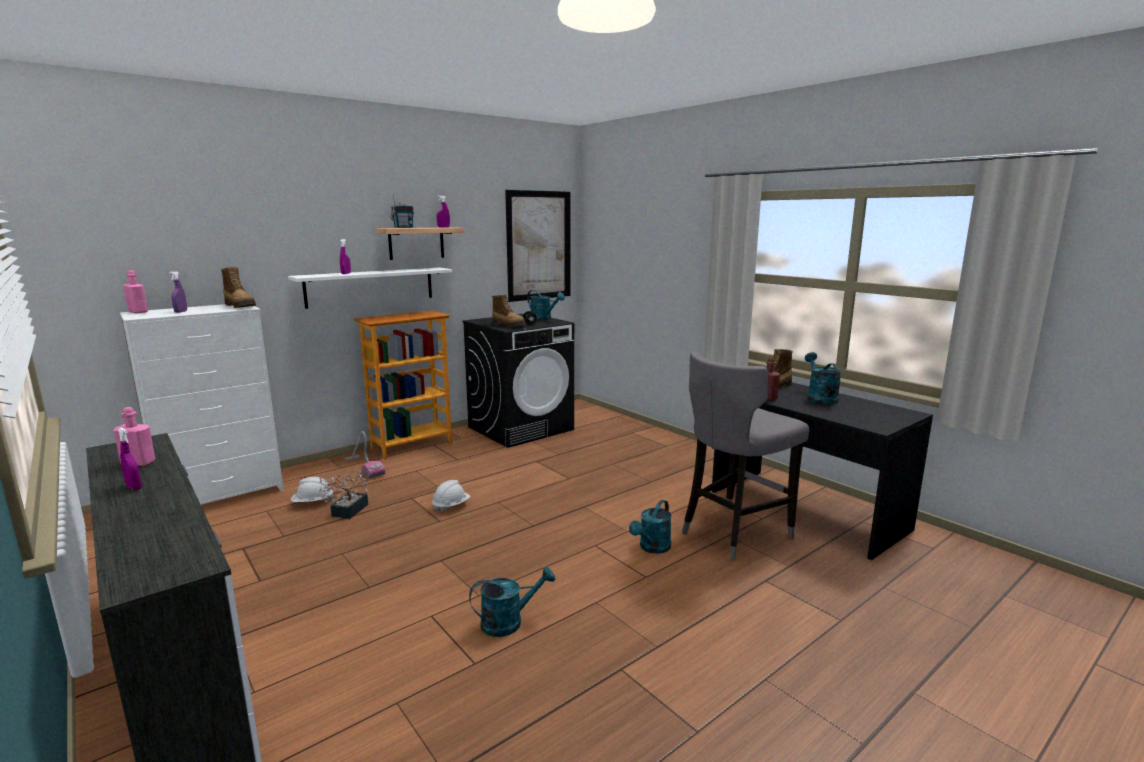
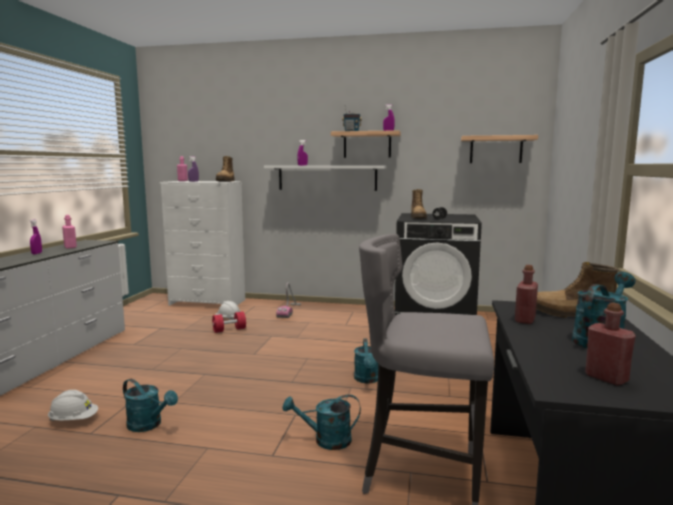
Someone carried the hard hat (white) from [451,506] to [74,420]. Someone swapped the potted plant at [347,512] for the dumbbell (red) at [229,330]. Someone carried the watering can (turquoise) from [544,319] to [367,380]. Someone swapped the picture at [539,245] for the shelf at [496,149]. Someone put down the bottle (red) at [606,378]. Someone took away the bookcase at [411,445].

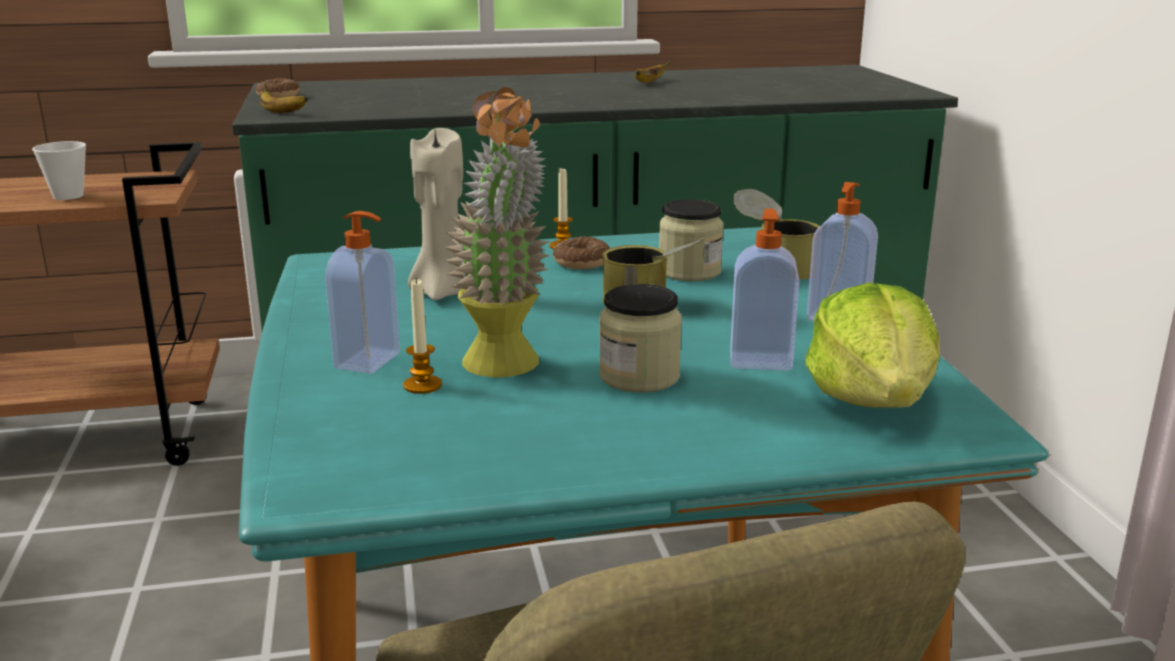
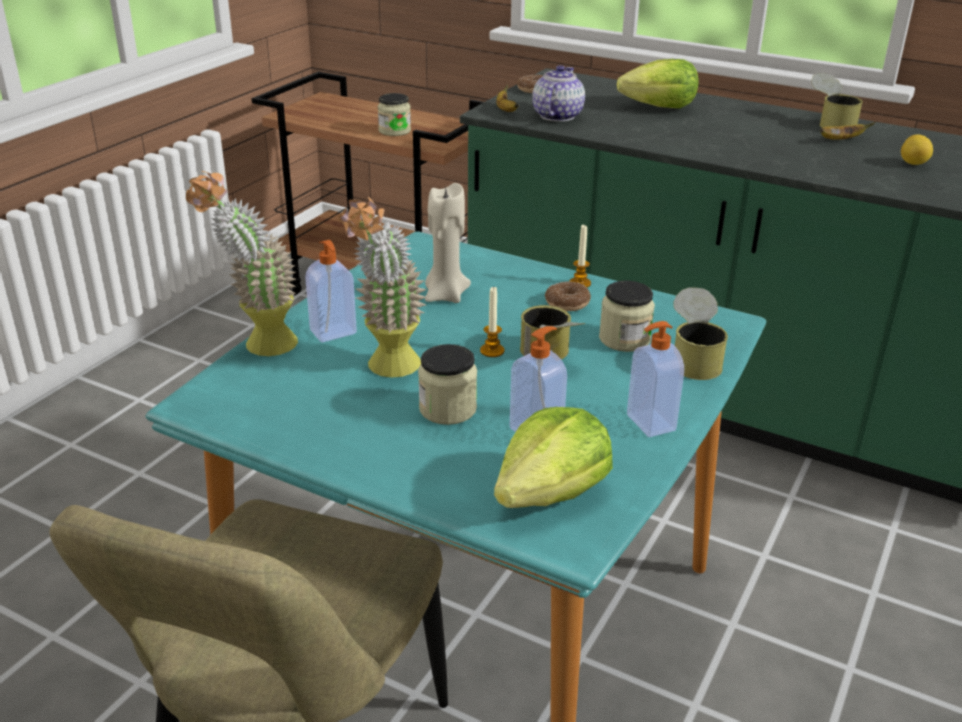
Someone put down the potted plant at [258,346]. Someone swapped the cup at [68,196] for the jar at [394,131]. Someone carried the candle from [422,385] to [492,351]. Someone put down the teapot at [556,116]. Someone put down the lettuce at [659,107]. Someone put down the can at [830,123]. Someone put down the lemon at [913,164].

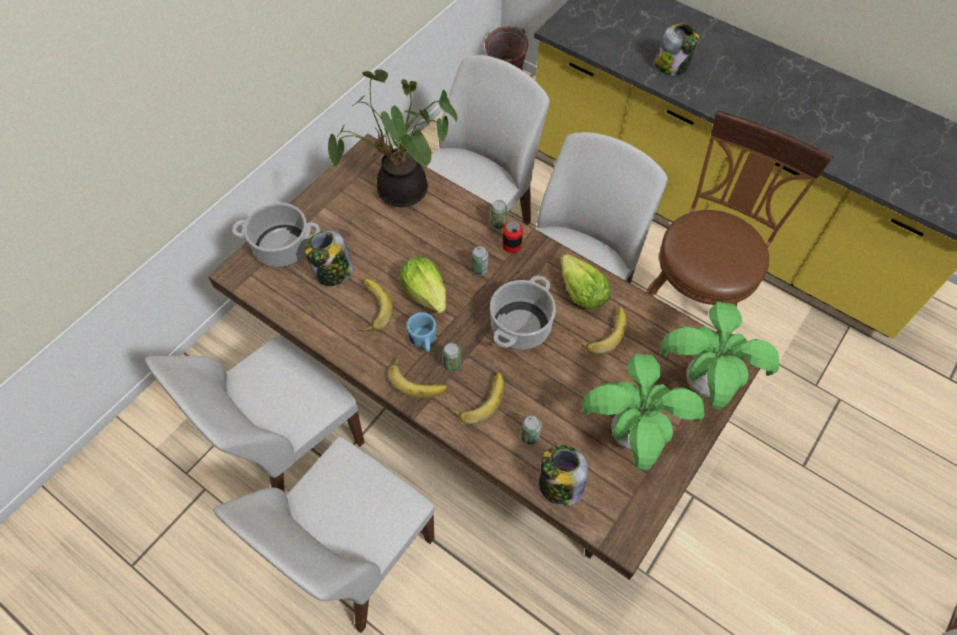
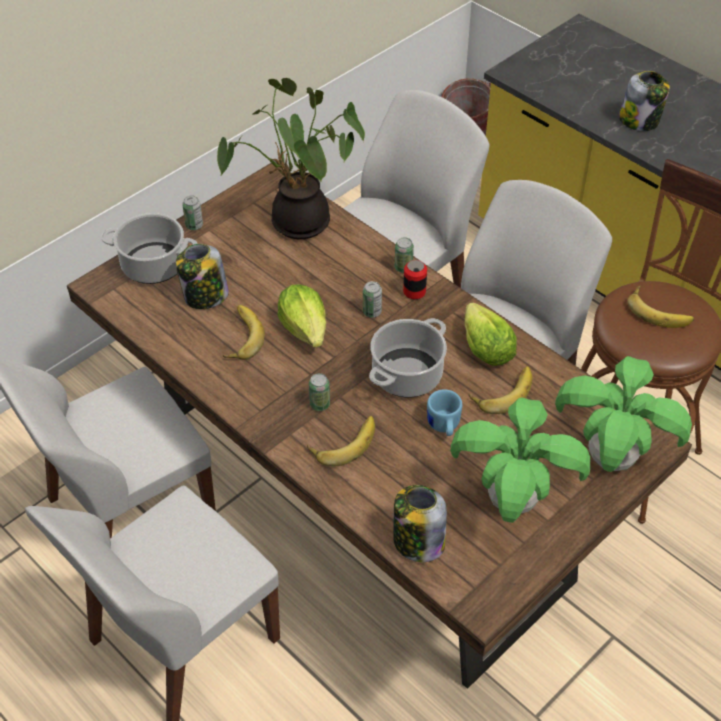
Someone carried the can from [529,437] to [194,225]. Someone carried the mug (blue) from [423,342] to [443,427]. Someone carried the banana from [418,379] to [659,310].

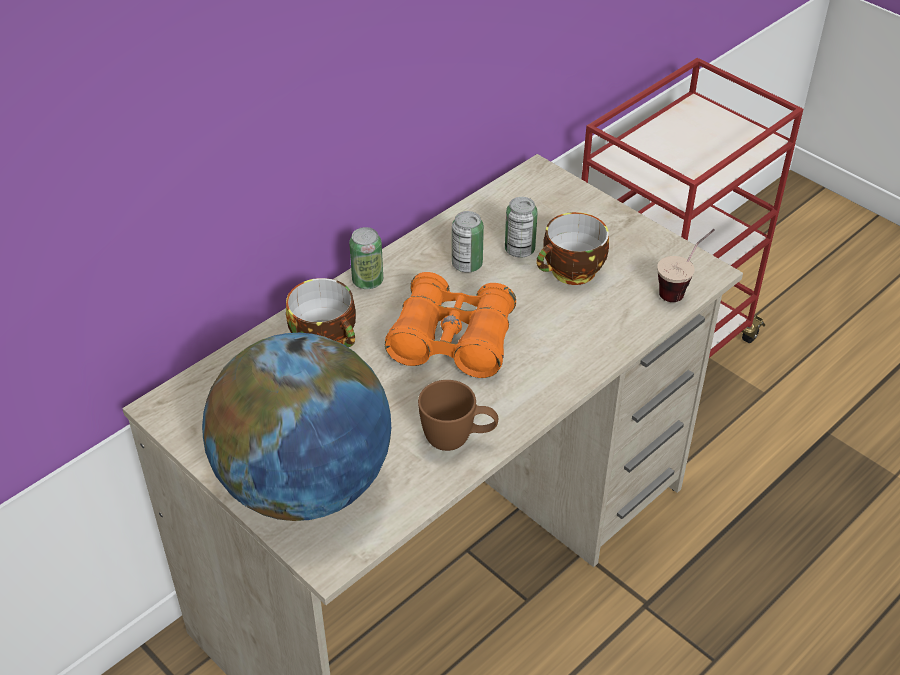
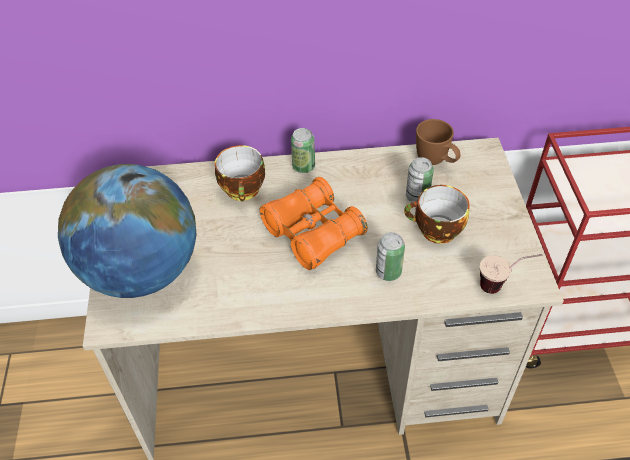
Someone carried the can from [467,264] to [388,272]. Someone carried the mug (brown) from [458,440] to [436,162].

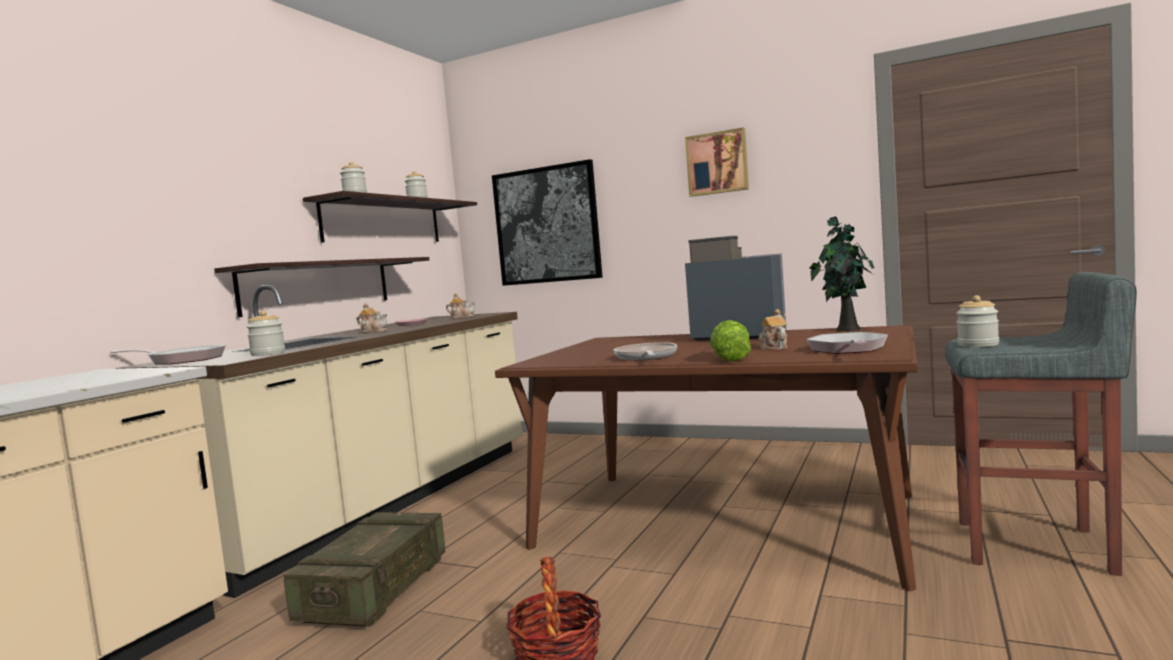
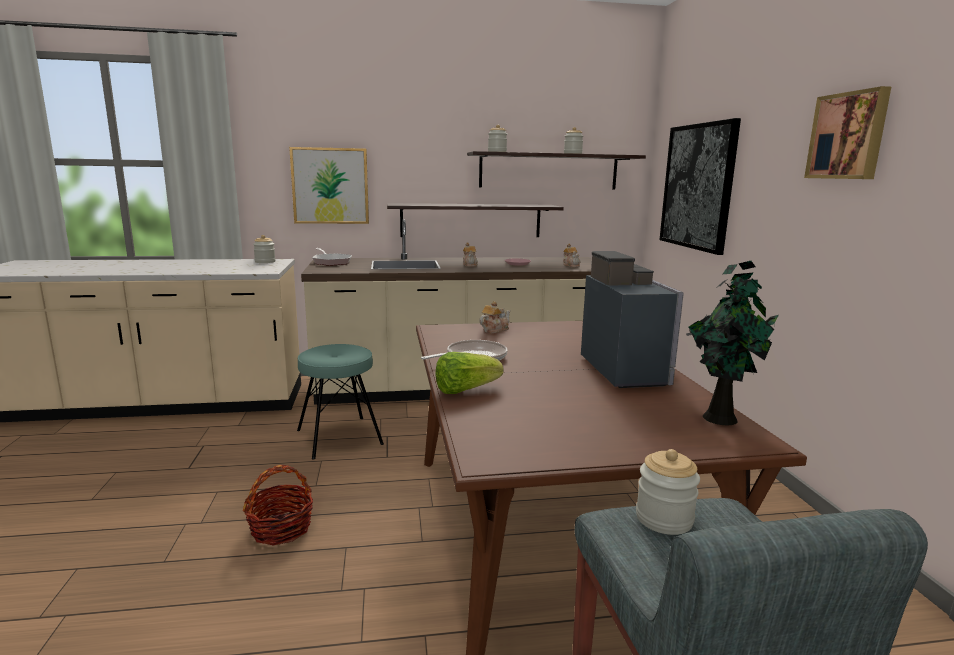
Someone carried the jar from [268,354] to [265,262]. Someone put up the picture at [330,186]. Someone swapped the crate at [375,590] for the stool (turquoise) at [339,437]. Someone carried the teapot from [773,347] to [494,330]. Someone took away the frying pan at [848,350].

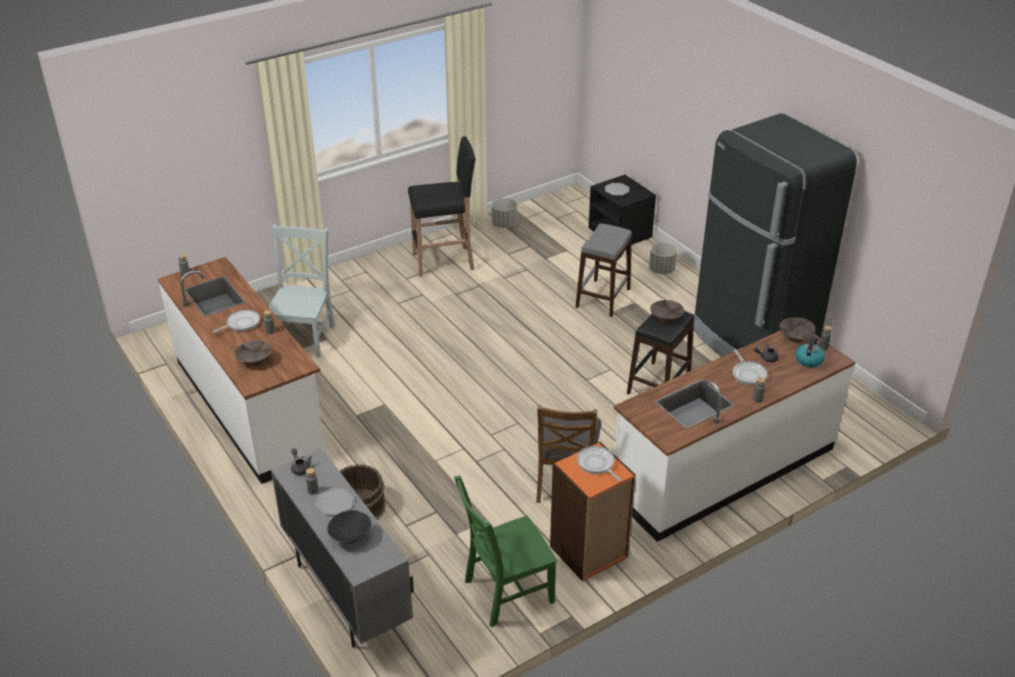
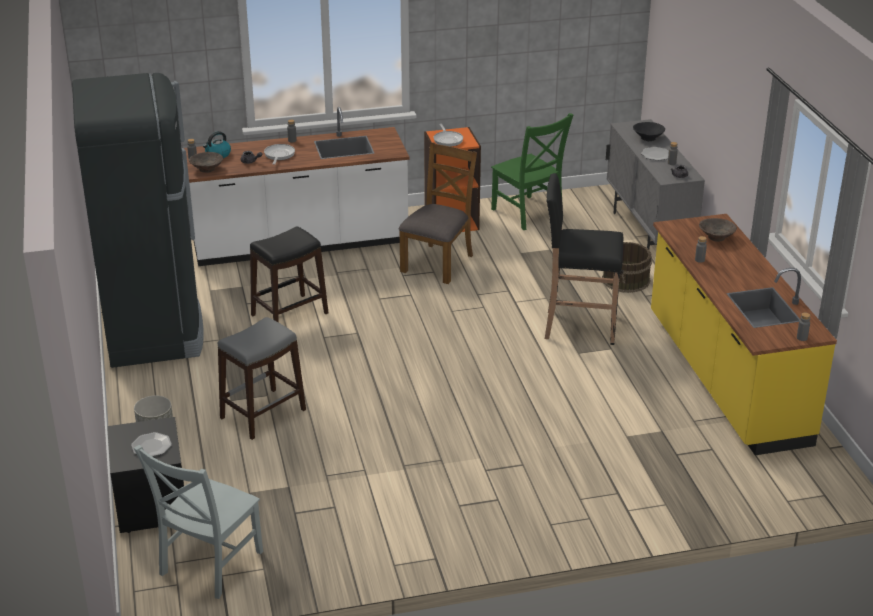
Someone carried the chair (grey) from [305,337] to [208,565]. Someone rotated the chair (green) at [505,592] by 60 degrees clockwise. Someone carried the stool (black) from [444,261] to [578,327]. Someone repainted the counter (white) at [249,407], which became the counter (yellow) at [725,379]. Someone took away the frying pan at [241,323]. Someone took away the planter (grey) at [504,224]. Someone took away the bowl (brown) at [666,318].

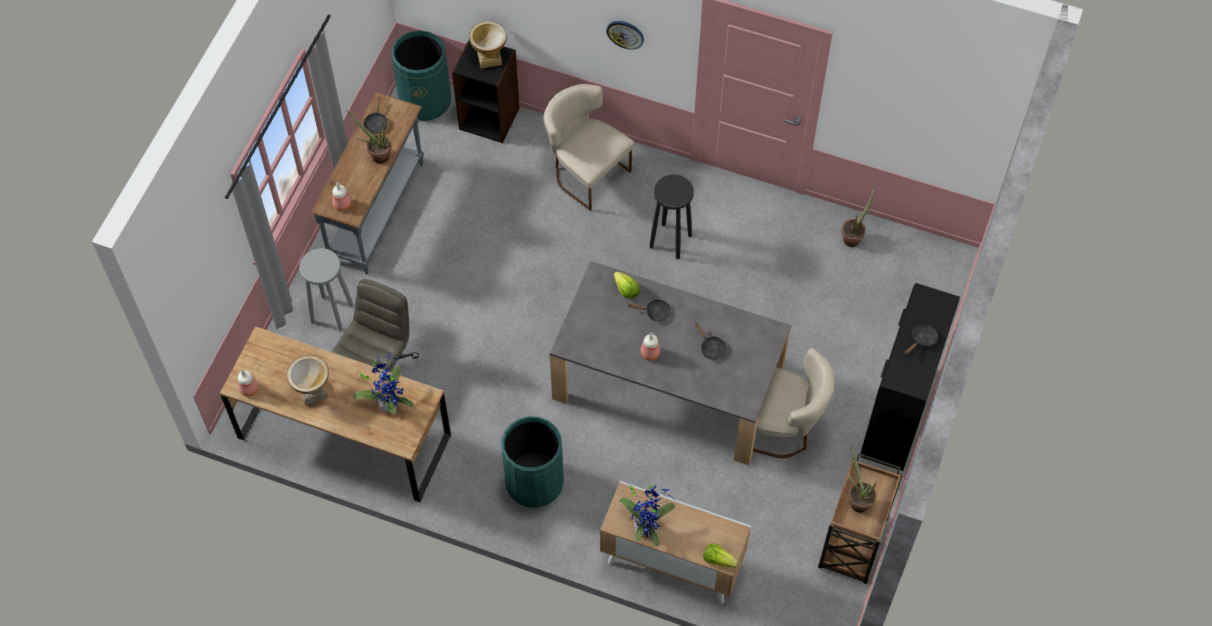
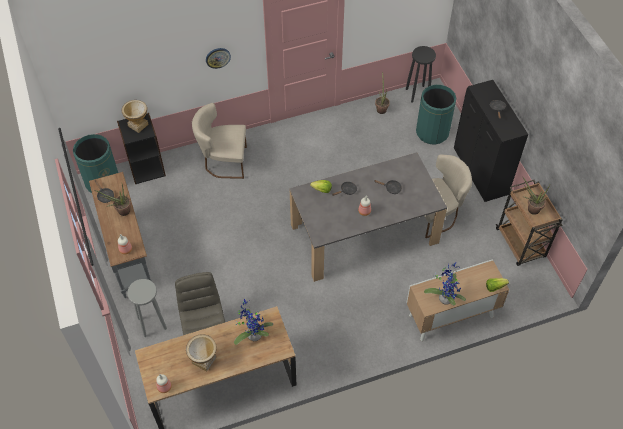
Someone carried the stool (black) from [671,241] to [418,93]. Someone carried the trash can (green) from [534,482] to [432,132].

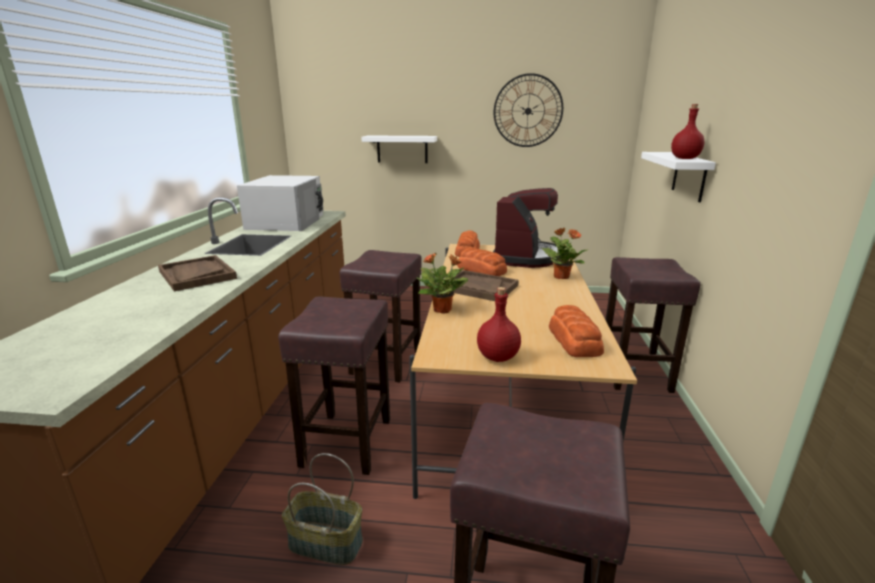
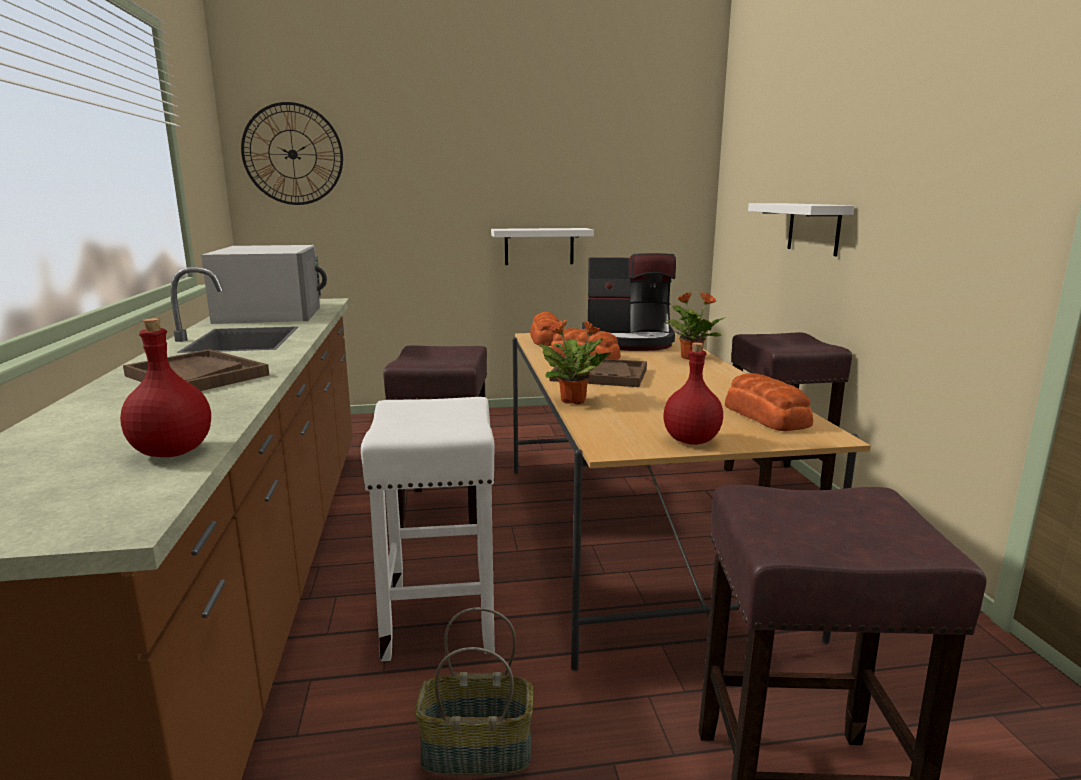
Someone carried the bottle (red) from [685,158] to [174,451]. Someone carried the wall clock from [528,111] to [292,154]. Someone repainted the stool (brown) at [347,441], which became the stool (white) at [439,615]. Someone carried the shelf (white) from [402,149] to [539,246]. Someone rotated the coffee machine at [525,257] by 90 degrees clockwise.

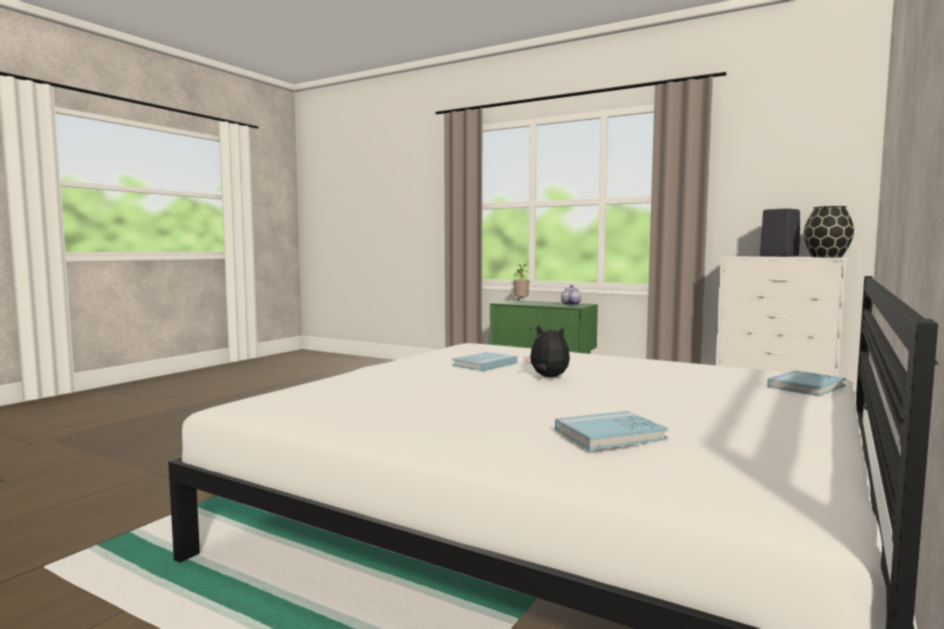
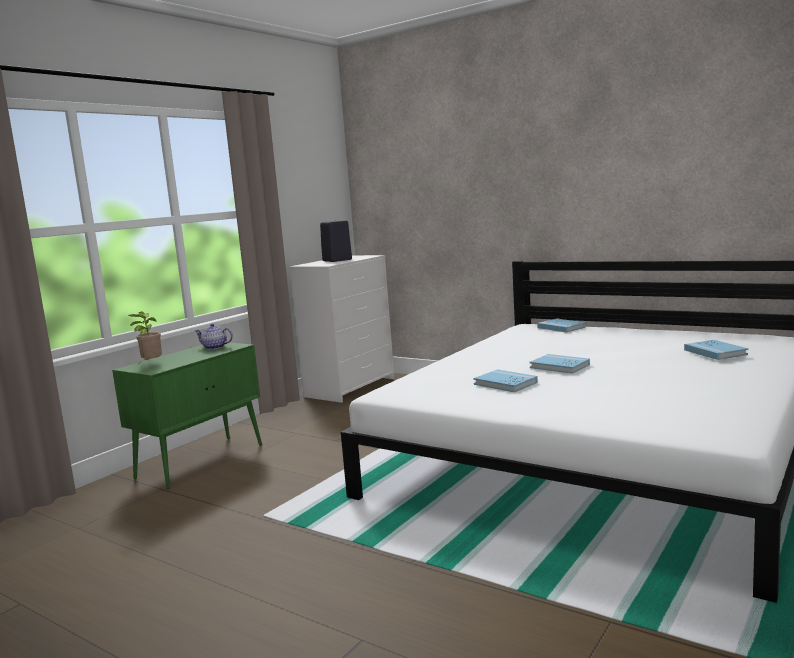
Someone swapped the plush toy at [547,377] for the book (blue) at [559,366]. Someone took away the vase (black) at [826,256].

